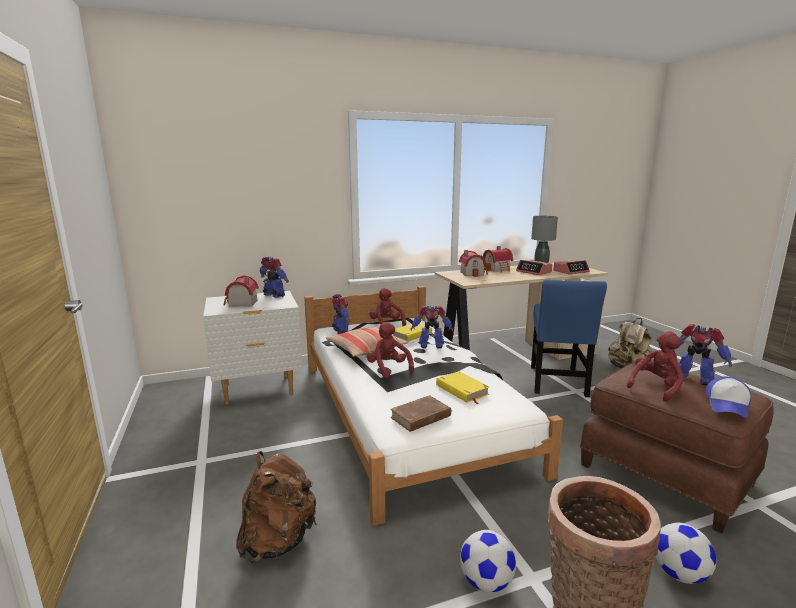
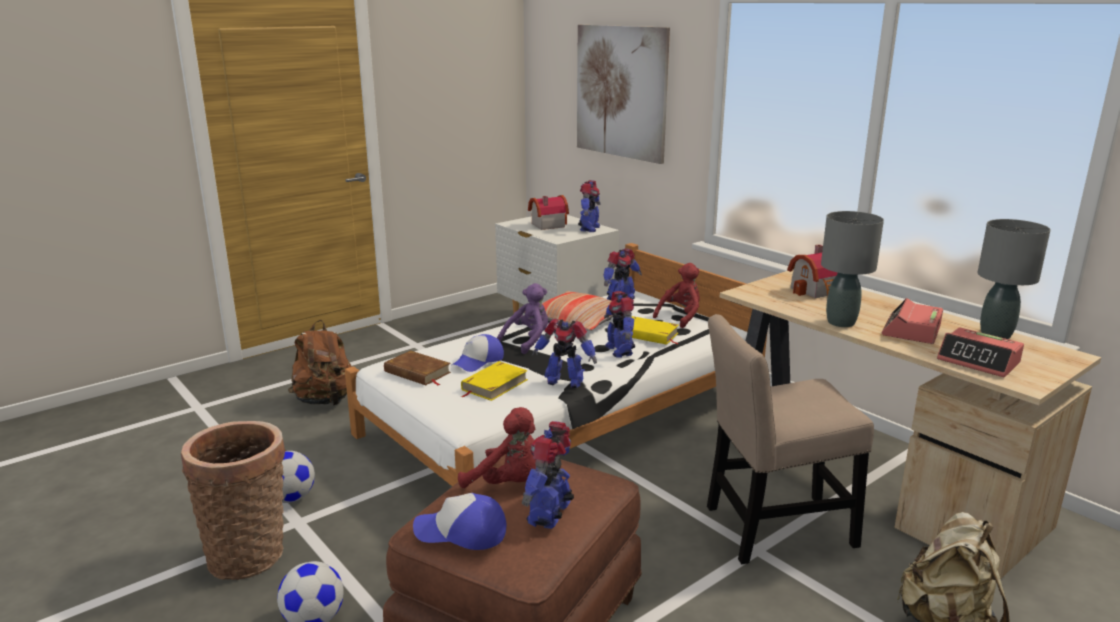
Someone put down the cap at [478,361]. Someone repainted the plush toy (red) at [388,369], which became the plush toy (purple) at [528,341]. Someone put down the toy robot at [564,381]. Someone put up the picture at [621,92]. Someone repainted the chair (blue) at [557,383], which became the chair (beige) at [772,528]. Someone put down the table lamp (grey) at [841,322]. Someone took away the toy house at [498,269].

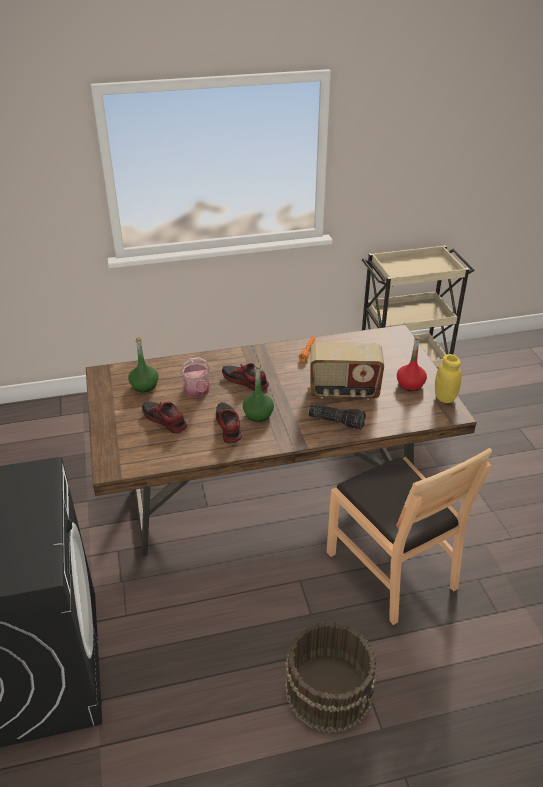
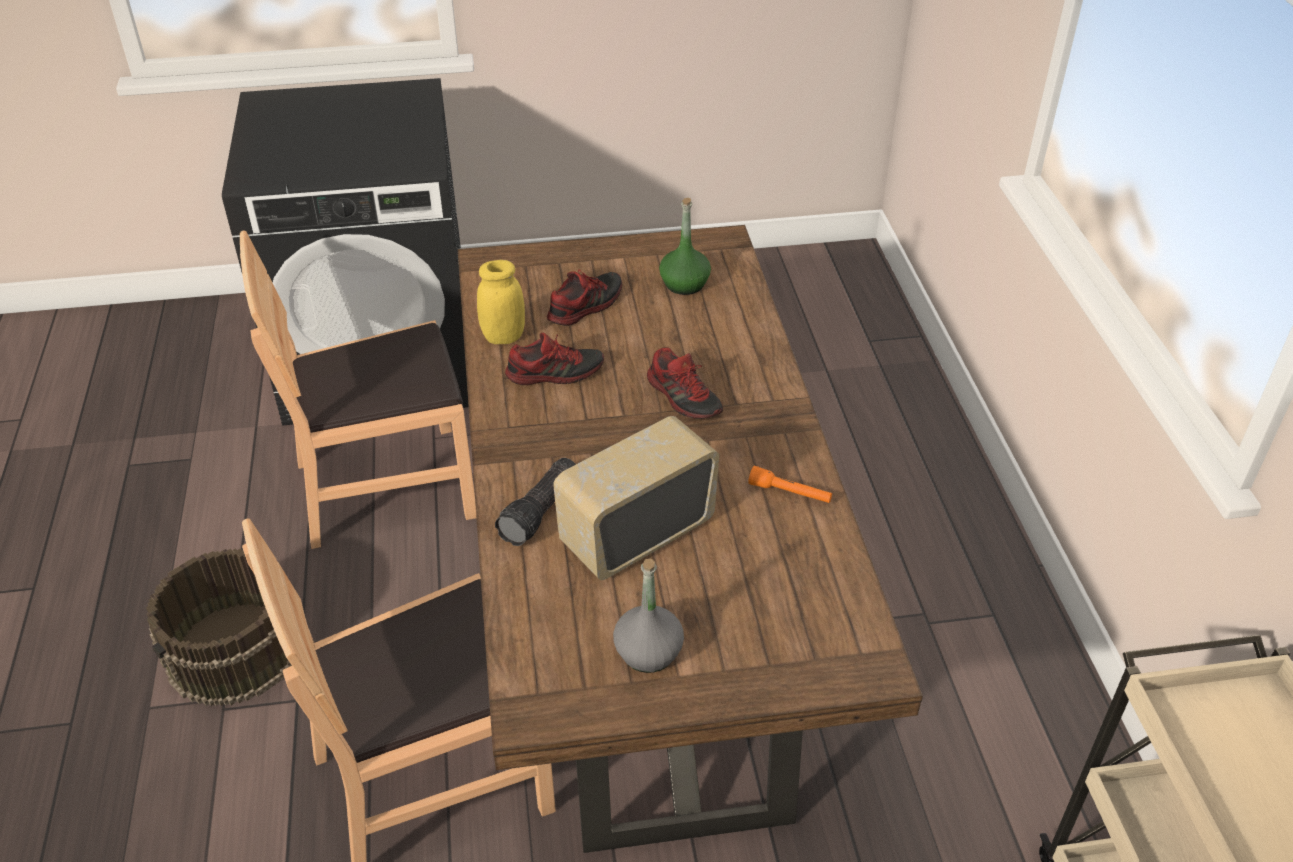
Someone put down the chair (brown) at [386,486]. Someone carried the jar (yellow) from [444,398] to [503,337]. Someone rotated the radio at [343,391] by 45 degrees clockwise. Someone repainted the bottle (red) at [410,384], which became the bottle (grey) at [648,652]. Someone rotated the shoe at [245,382] by 105 degrees clockwise. Someone took away the watering can at [197,392]. Someone took away the bottle (green) at [258,414].

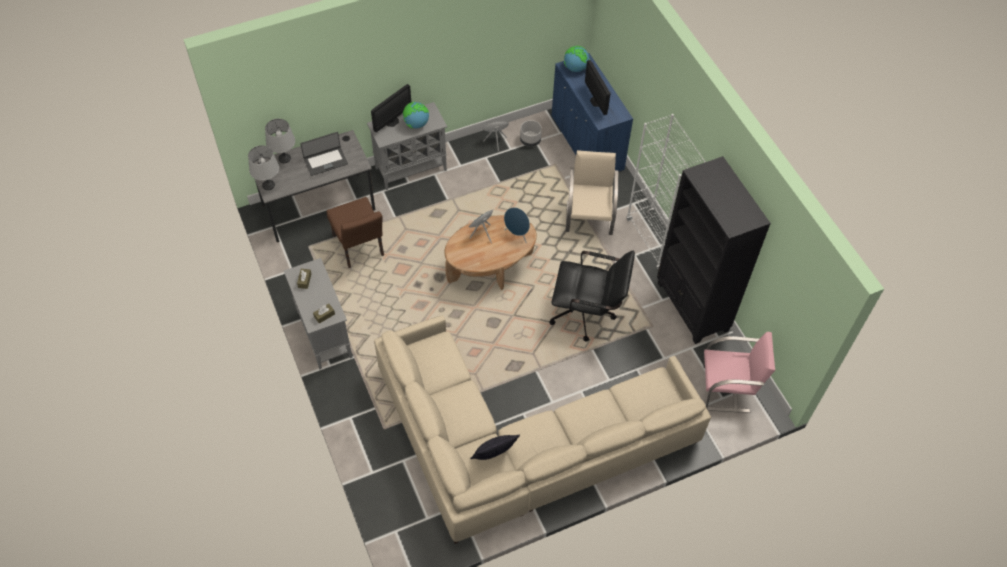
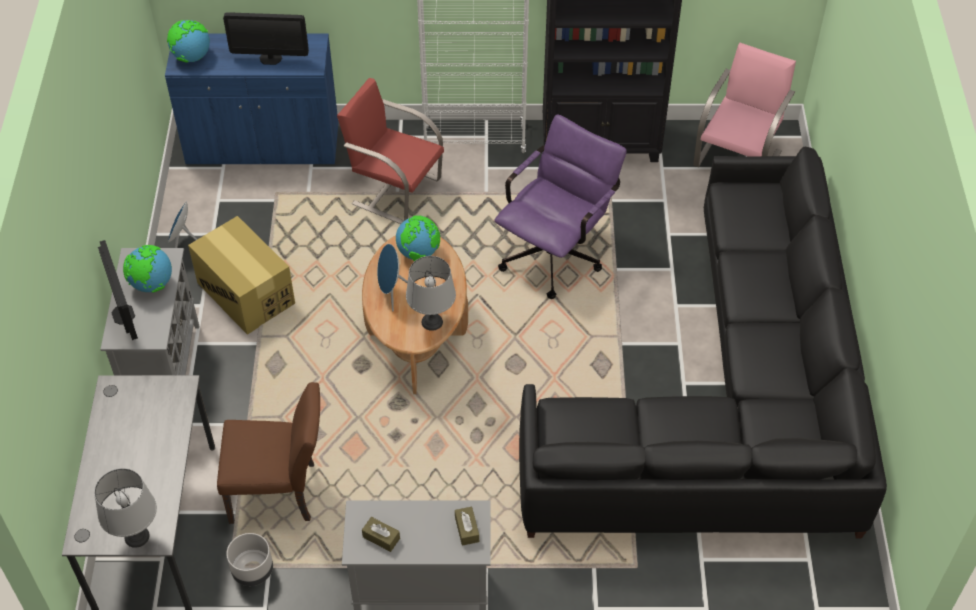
Someone put down the cardboard box at [246,293]. Someone carried the planter (grey) from [530,140] to [252,570]. Someone repainted the chair (beige) at [589,217], which became the chair (red) at [395,190]. Someone swapped the speaker (blue) at [517,234] for the globe at [419,253]. Someone carried the table lamp (grey) from [284,158] to [431,322]. Someone repainted the office chair (black) at [587,314], which became the office chair (purple) at [556,252]. Someone repainted the sofa (beige) at [521,442], which became the sofa (black) at [729,401]. Someone took away the laptop at [325,161]. Someone took away the pillow at [494,455].

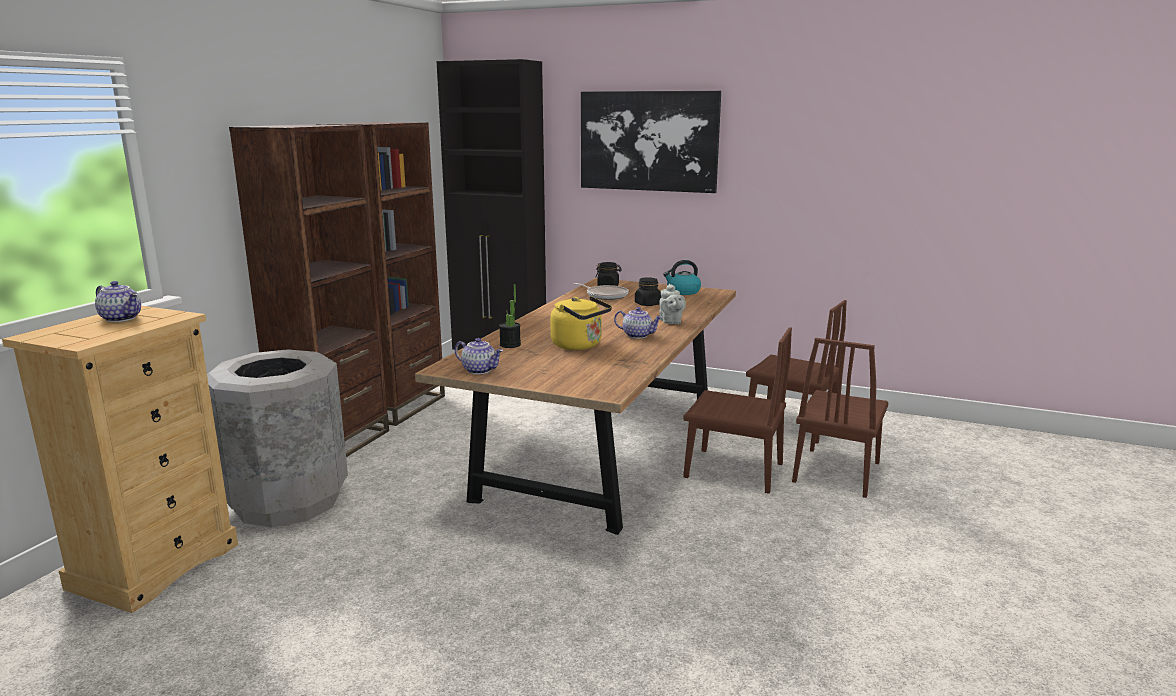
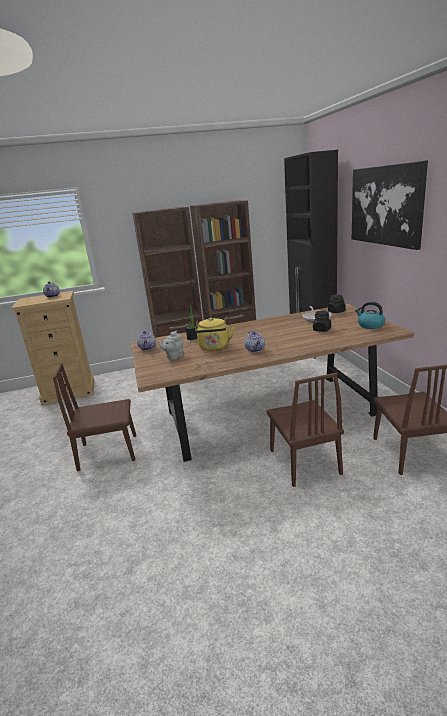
Someone carried the chair (brown) from [836,472] to [108,452]. Someone carried the teapot (grey) from [671,322] to [173,357]. Someone took away the trash can (grey) at [287,501].

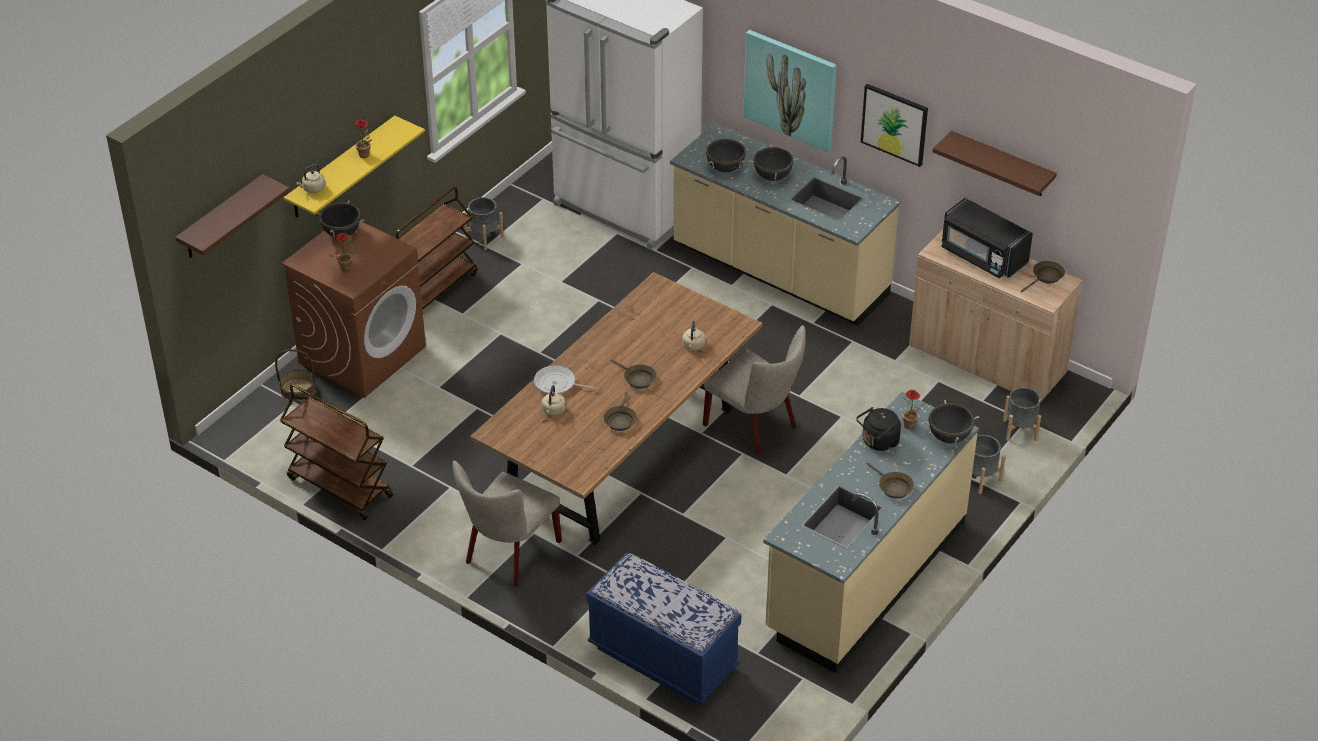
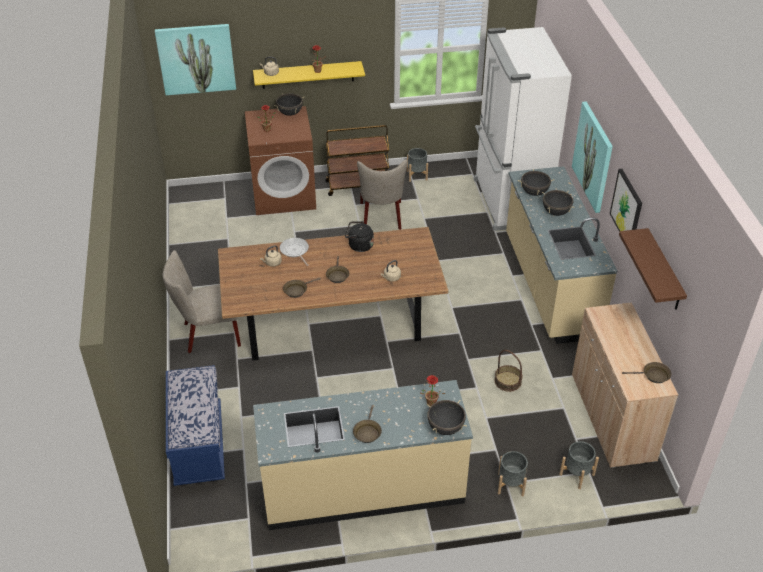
Someone swapped the shelf (brown) at [221,218] for the picture at [196,58]. Someone carried the kettle (black) from [878,442] to [359,246]. Someone carried the chair (beige) from [755,427] to [381,218]. Someone carried the basket from [297,390] to [507,381]. Someone took away the cart (brown) at [339,487]. Someone took away the microwave (black) at [982,256].

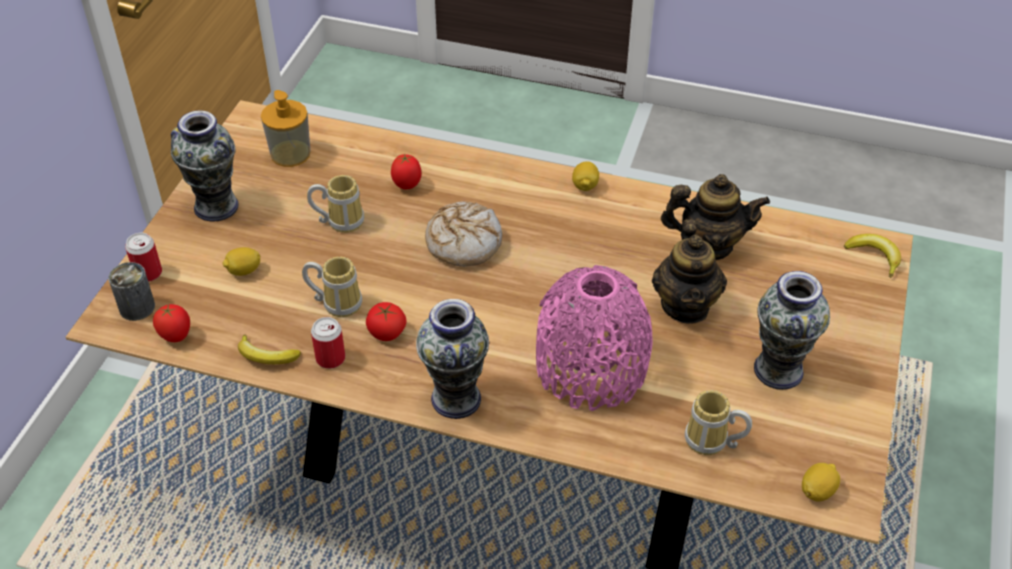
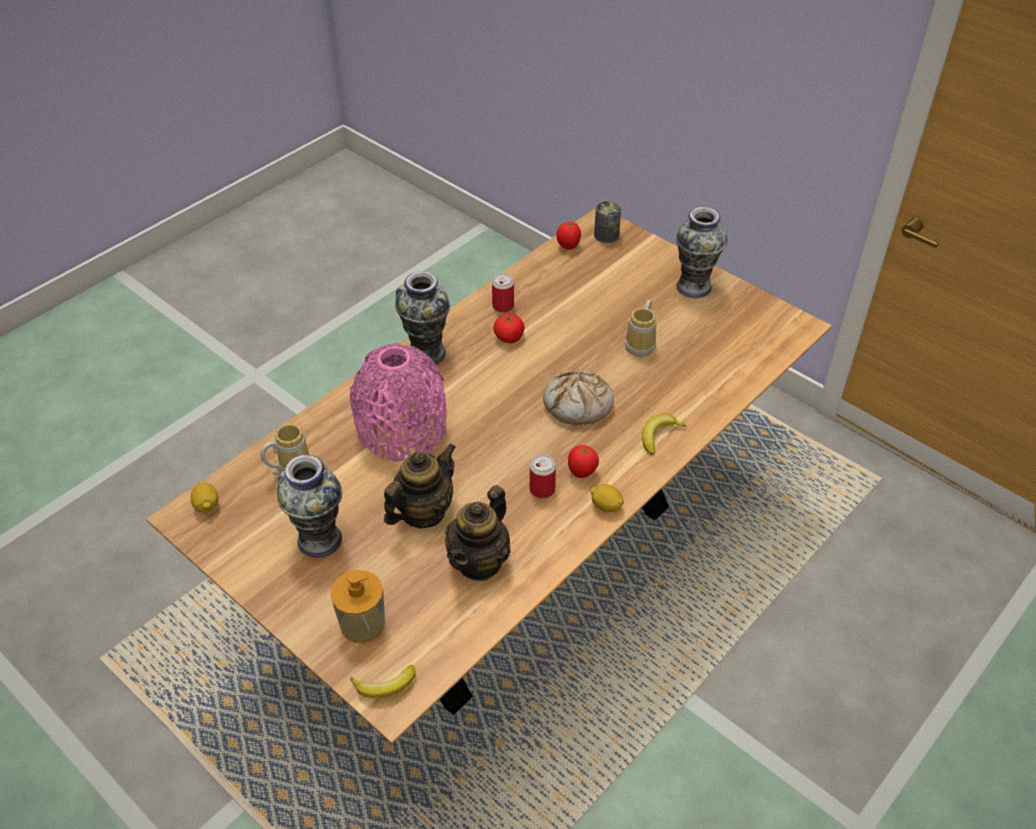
Someone carried the soap dispenser from [290,153] to [362,623]. Someone rotated the teapot at [686,305] by 105 degrees clockwise. Someone carried the can from [148,273] to [542,489]. Someone carried the tomato from [407,185] to [581,473]. Someone carried the banana from [266,356] to [658,435]. Someone took away the lemon at [244,271]. Someone took away the mug at [338,302].

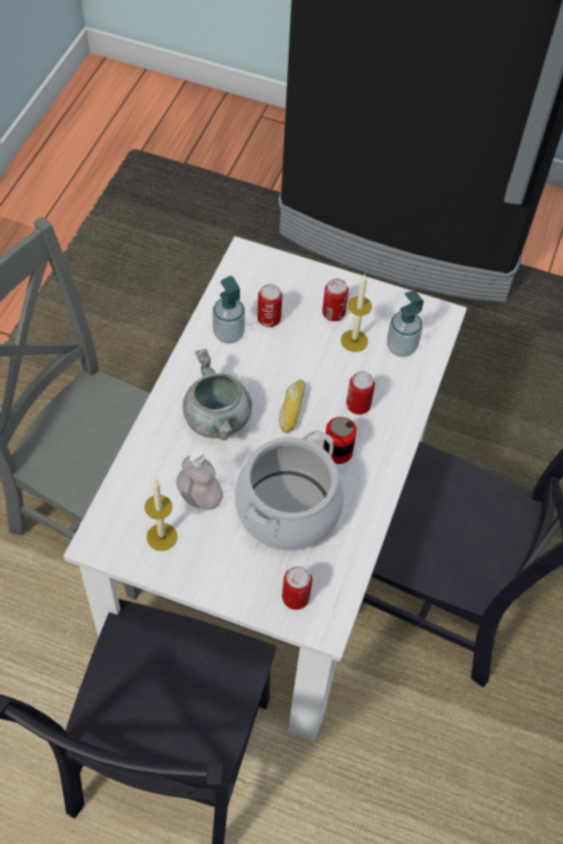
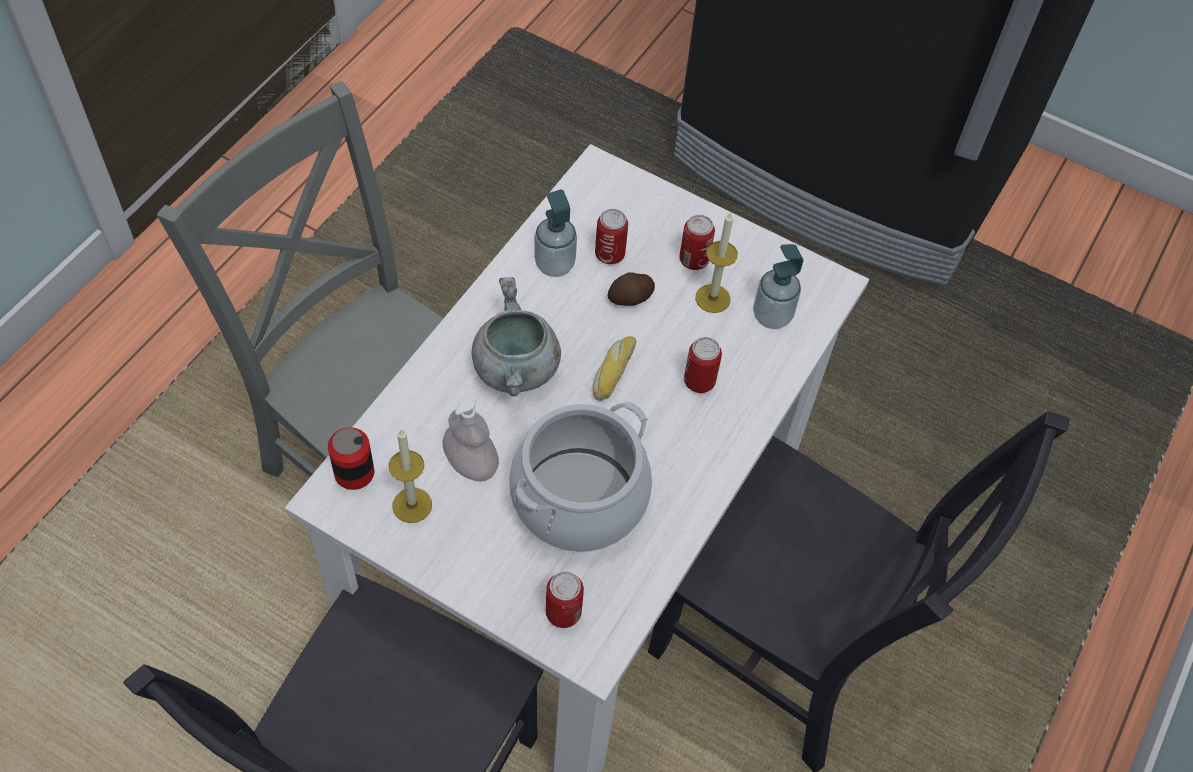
Someone carried the can from [337,451] to [354,473]. Someone put down the potato at [631,298].

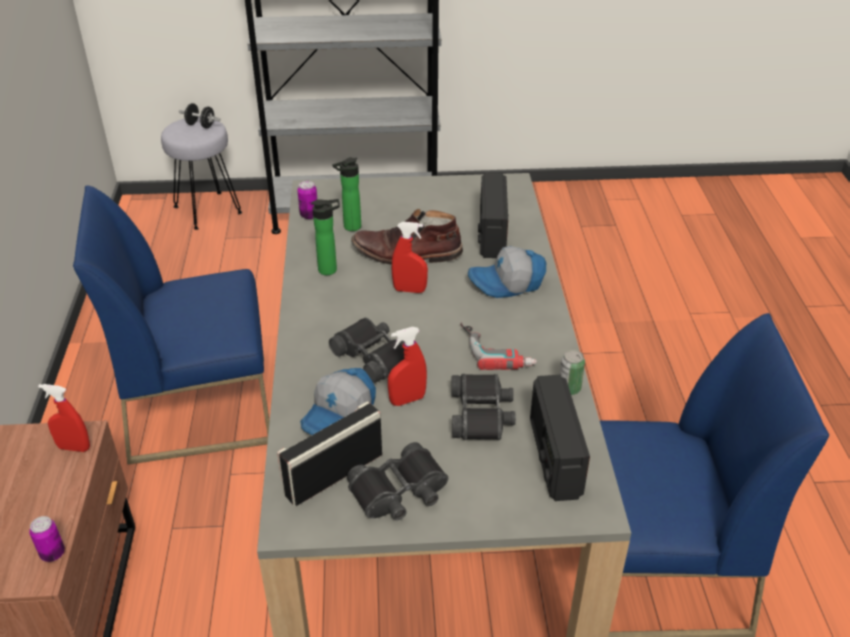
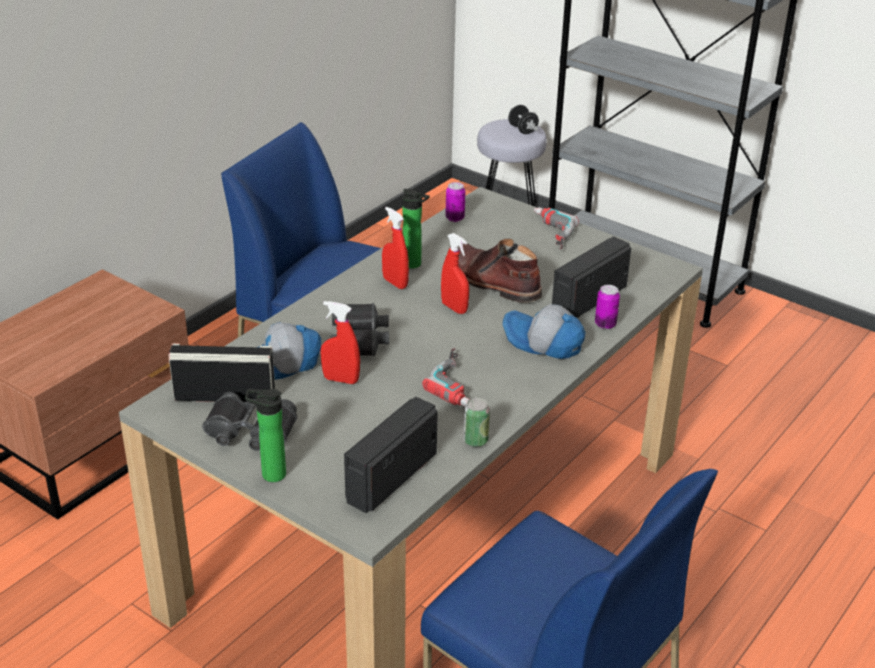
Someone carried the bottle from [350,227] to [270,474]. Someone carried the spray bottle (red) from [74,447] to [395,283]. Someone put down the power drill at [548,233]. Someone carried the can from [52,553] to [605,324]. Someone took away the binoculars (black) at [481,414].

